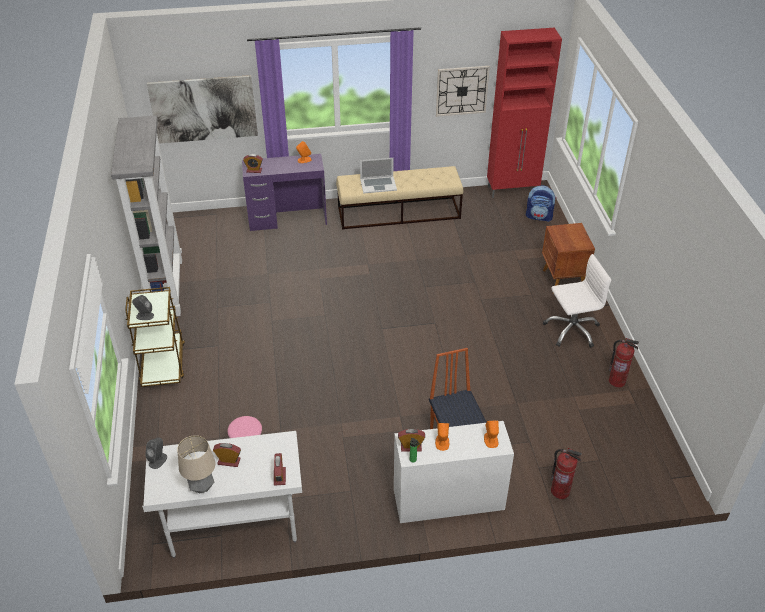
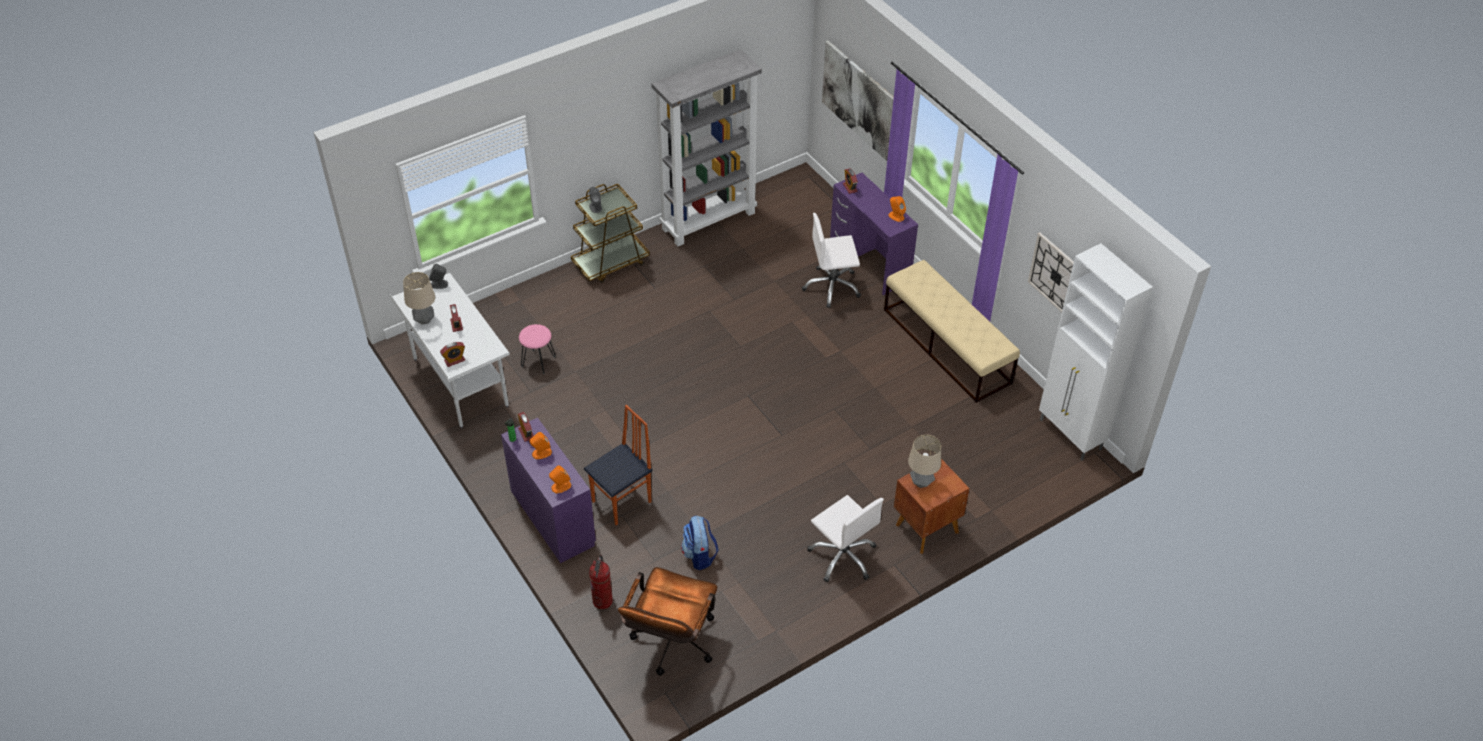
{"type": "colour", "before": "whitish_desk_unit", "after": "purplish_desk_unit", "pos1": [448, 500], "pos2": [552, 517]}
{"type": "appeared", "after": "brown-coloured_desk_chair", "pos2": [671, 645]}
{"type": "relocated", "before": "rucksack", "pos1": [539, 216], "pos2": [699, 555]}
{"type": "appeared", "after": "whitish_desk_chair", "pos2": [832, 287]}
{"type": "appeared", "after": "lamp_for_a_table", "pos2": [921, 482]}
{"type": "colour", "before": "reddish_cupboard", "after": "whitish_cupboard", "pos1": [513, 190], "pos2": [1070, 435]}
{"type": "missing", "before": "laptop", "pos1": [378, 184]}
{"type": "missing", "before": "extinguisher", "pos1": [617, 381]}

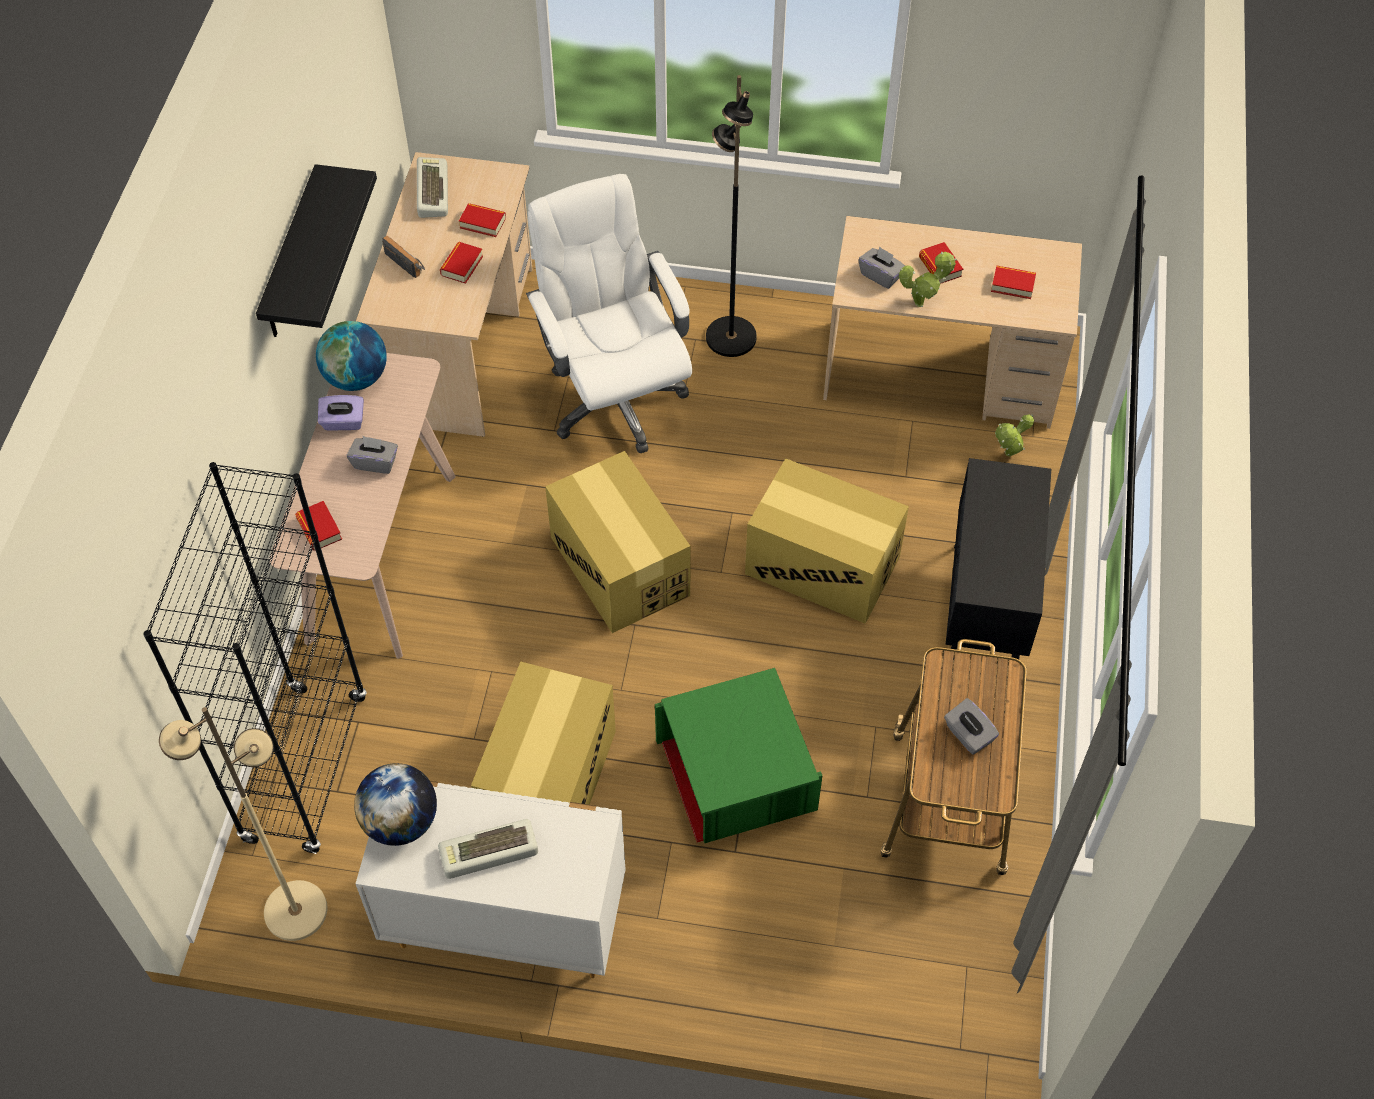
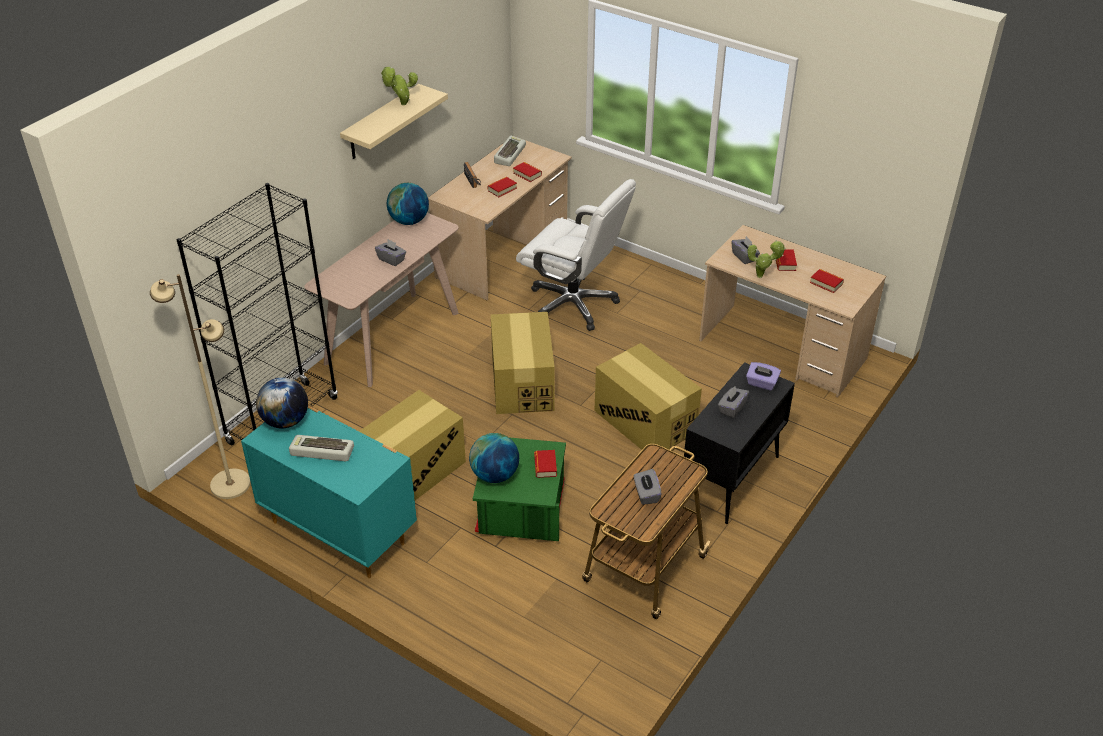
{"type": "colour", "before": "whitish_dresser", "after": "turquoise-coloured_dresser", "pos1": [504, 921], "pos2": [338, 531]}
{"type": "colour", "before": "black_bracket_shelf", "after": "beige-coloured_bracket_shelf", "pos1": [291, 257], "pos2": [382, 123]}
{"type": "relocated", "before": "plant_in_a_pot", "pos1": [1007, 455], "pos2": [401, 104]}
{"type": "appeared", "after": "globe", "pos2": [494, 475]}
{"type": "spun", "before": "whitish_desk_chair", "pos1": [614, 398], "pos2": [573, 304], "turn": 120}
{"type": "relocated", "before": "volume", "pos1": [319, 529], "pos2": [545, 466]}
{"type": "appeared", "after": "grey_tissue_holder", "pos2": [732, 408]}
{"type": "relocated", "before": "purplish_tissue_holder", "pos1": [343, 422], "pos2": [761, 383]}
{"type": "missing", "before": "black_standing_lamp", "pos1": [730, 338]}

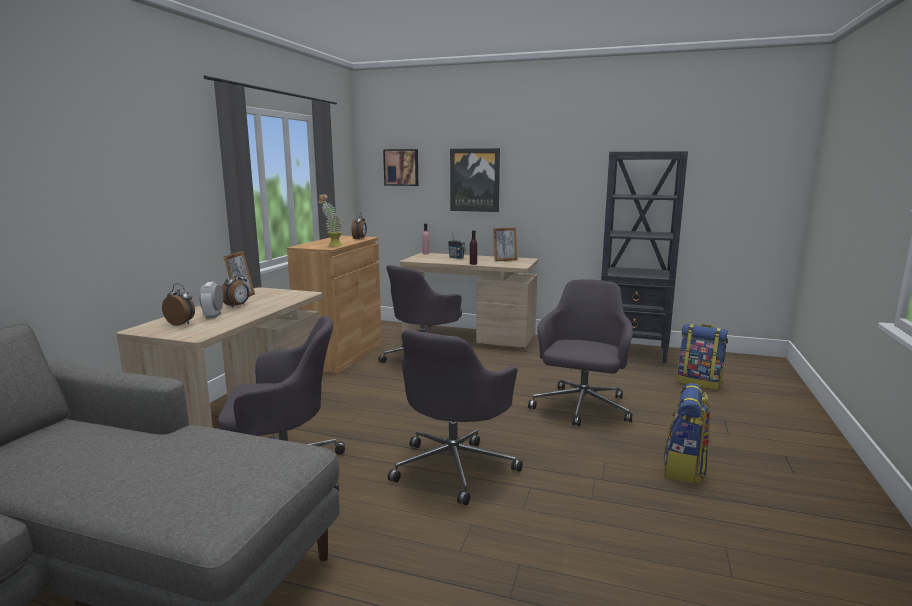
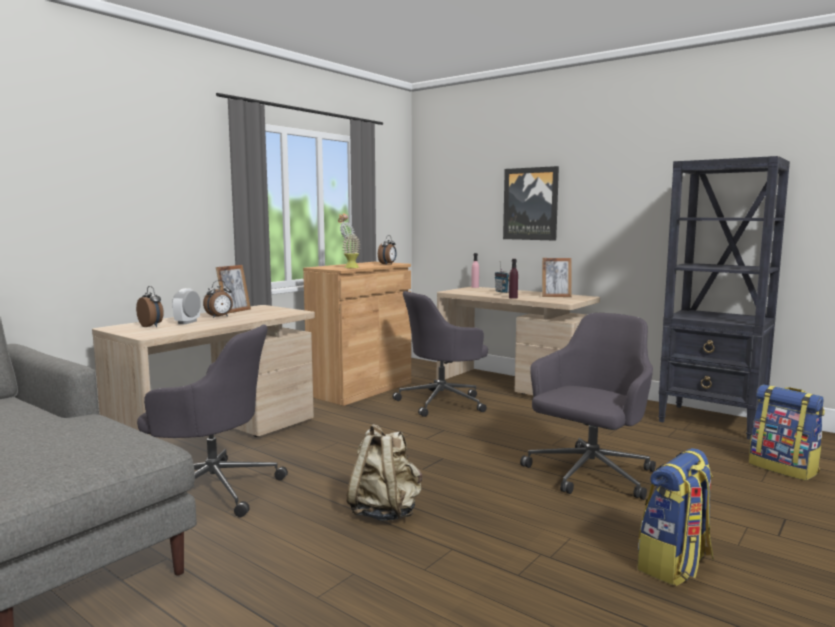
{"type": "exchanged", "before": "grey_desk_chair", "after": "beige-coloured_rucksack", "pos1": [455, 467], "pos2": [385, 512]}
{"type": "missing", "before": "wall_picture", "pos1": [401, 167]}

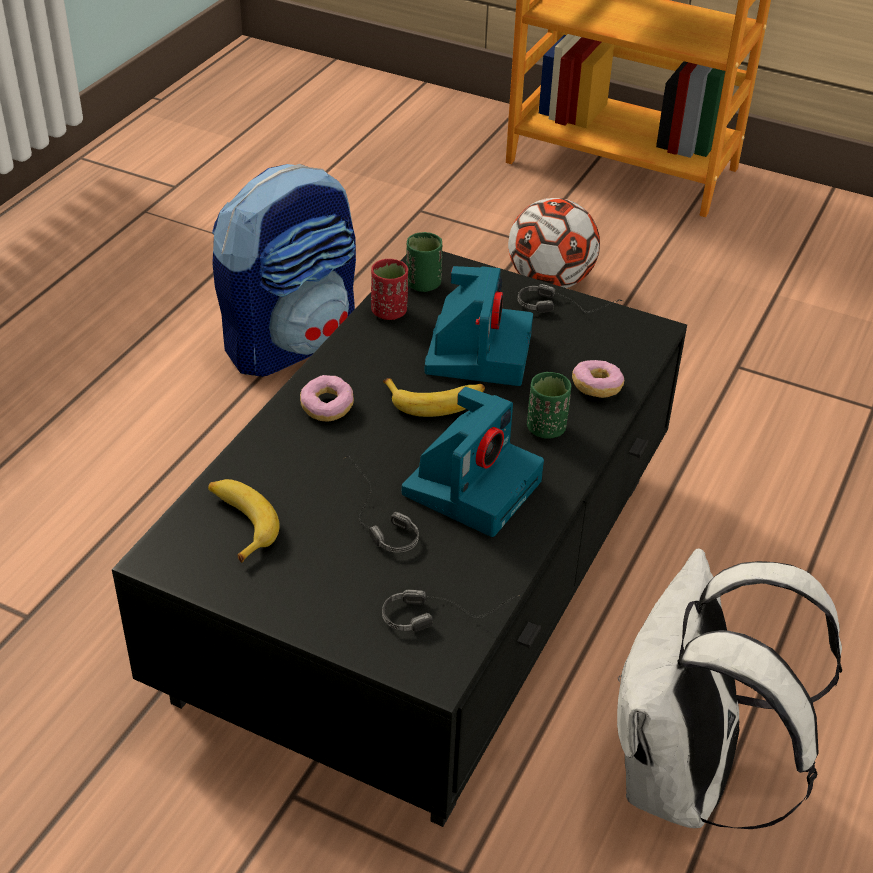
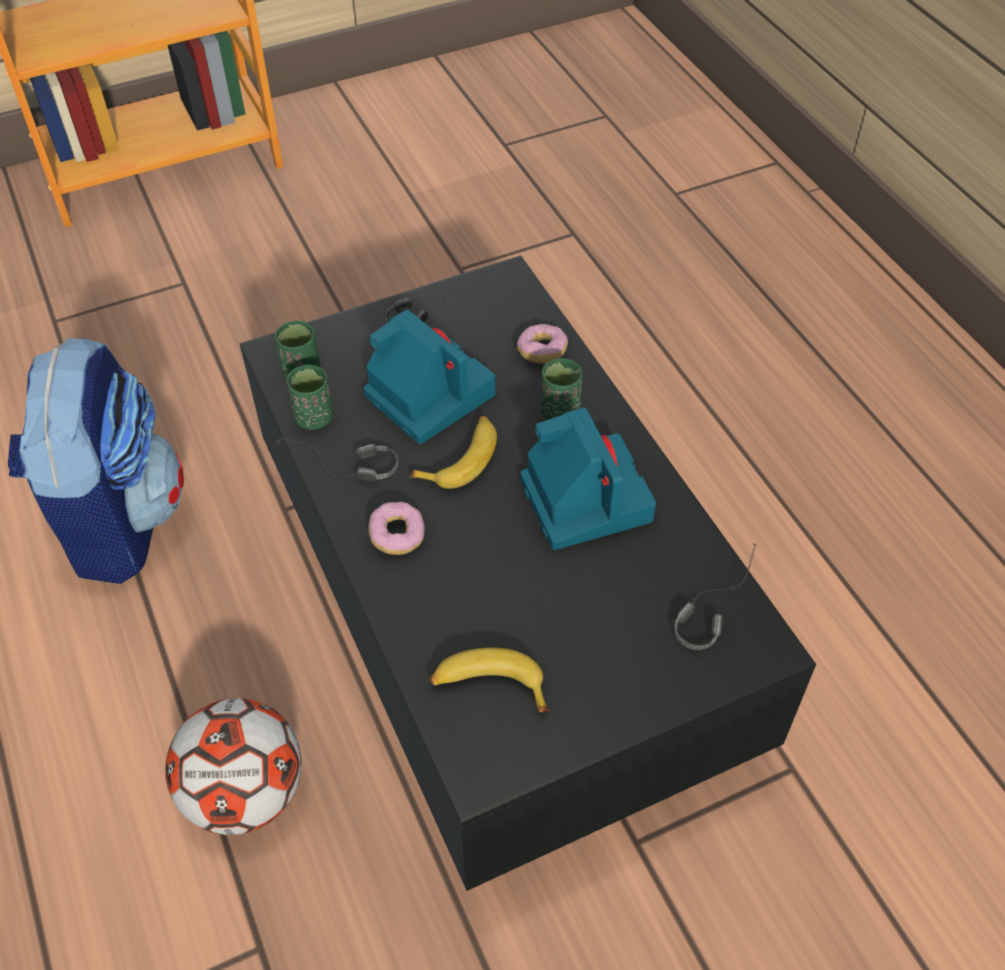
{"type": "relocated", "before": "football", "pos1": [550, 281], "pos2": [246, 793]}
{"type": "relocated", "before": "headset", "pos1": [371, 518], "pos2": [339, 469]}
{"type": "colour", "before": "reddish_small_cup", "after": "greenish_small_cup", "pos1": [389, 312], "pos2": [314, 418]}
{"type": "missing", "before": "whitish_rucksack", "pos1": [685, 780]}

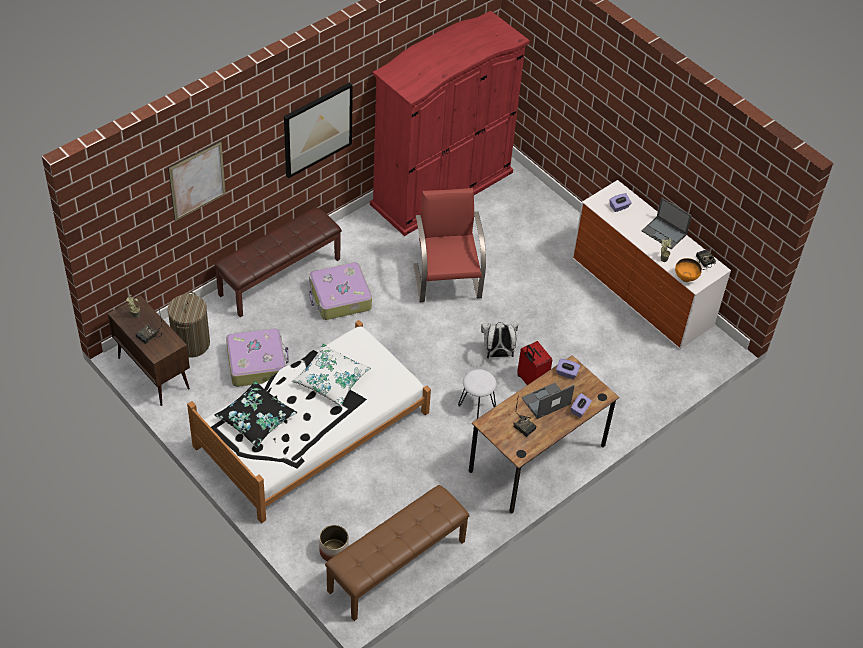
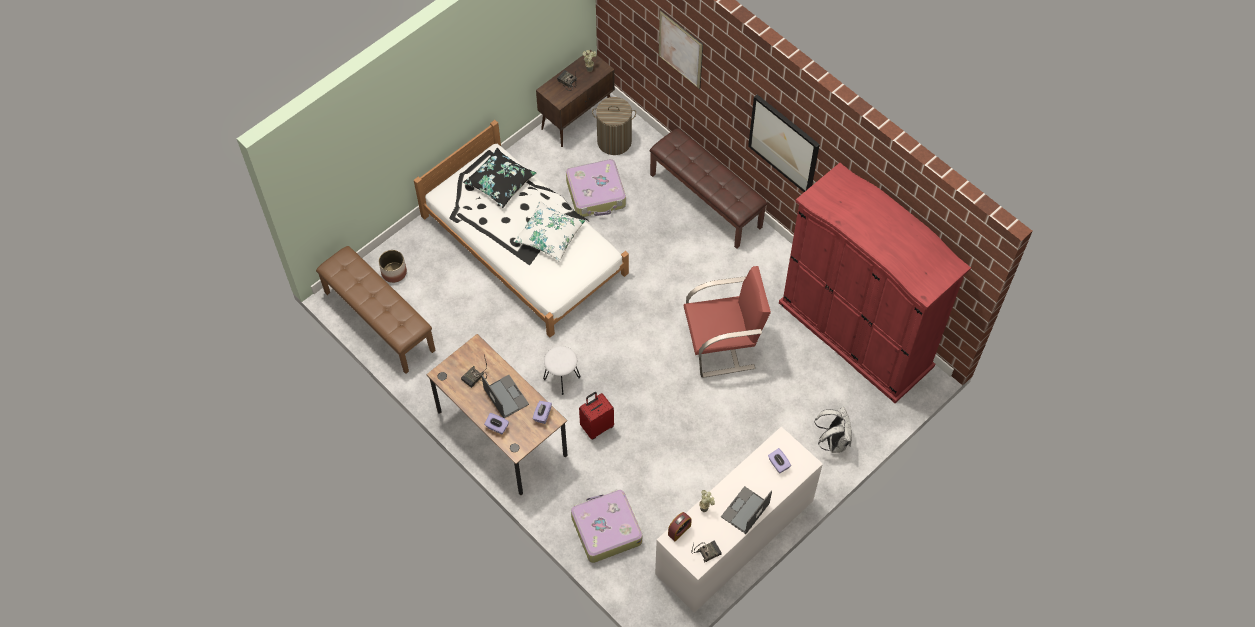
{"type": "relocated", "before": "suitcase", "pos1": [339, 298], "pos2": [605, 529]}
{"type": "exchanged", "before": "orange-coloured_deep_dish", "after": "alarm_clock", "pos1": [685, 278], "pos2": [679, 530]}
{"type": "relocated", "before": "whitish_rucksack", "pos1": [497, 354], "pos2": [833, 441]}

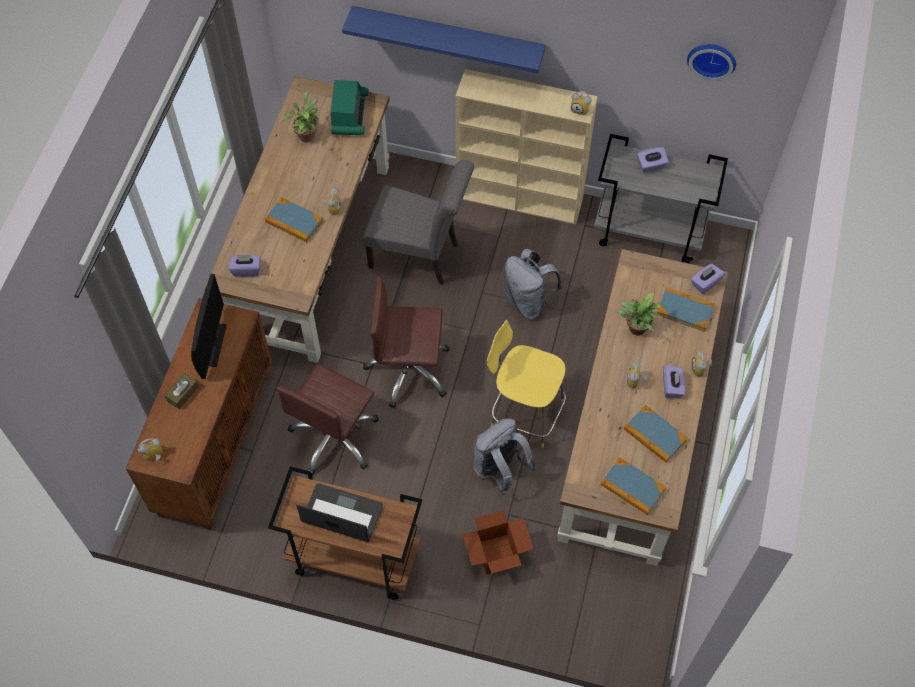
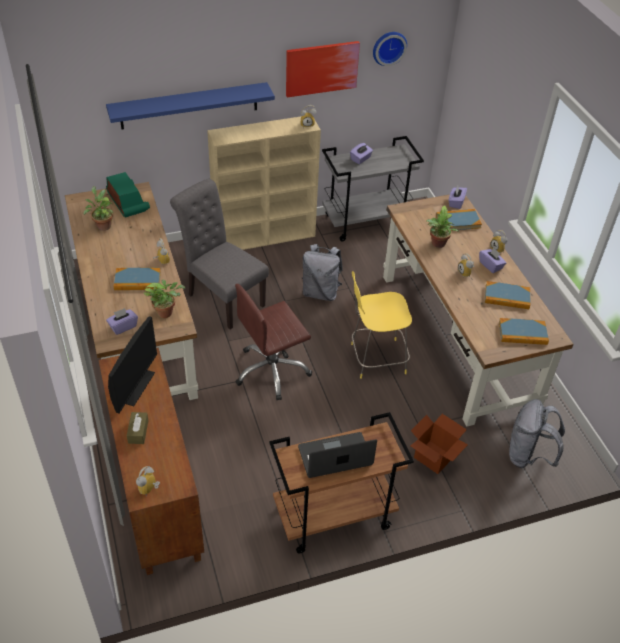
{"type": "spun", "before": "computer_screen", "pos1": [210, 344], "pos2": [135, 386], "turn": 45}
{"type": "appeared", "after": "plant_in_a_pot", "pos2": [166, 312]}
{"type": "spun", "before": "grey_chair", "pos1": [419, 256], "pos2": [222, 298], "turn": -120}
{"type": "appeared", "after": "wall_picture", "pos2": [321, 68]}
{"type": "relocated", "before": "grey_rucksack", "pos1": [500, 470], "pos2": [528, 455]}
{"type": "missing", "before": "brown-coloured_desk_chair", "pos1": [335, 437]}

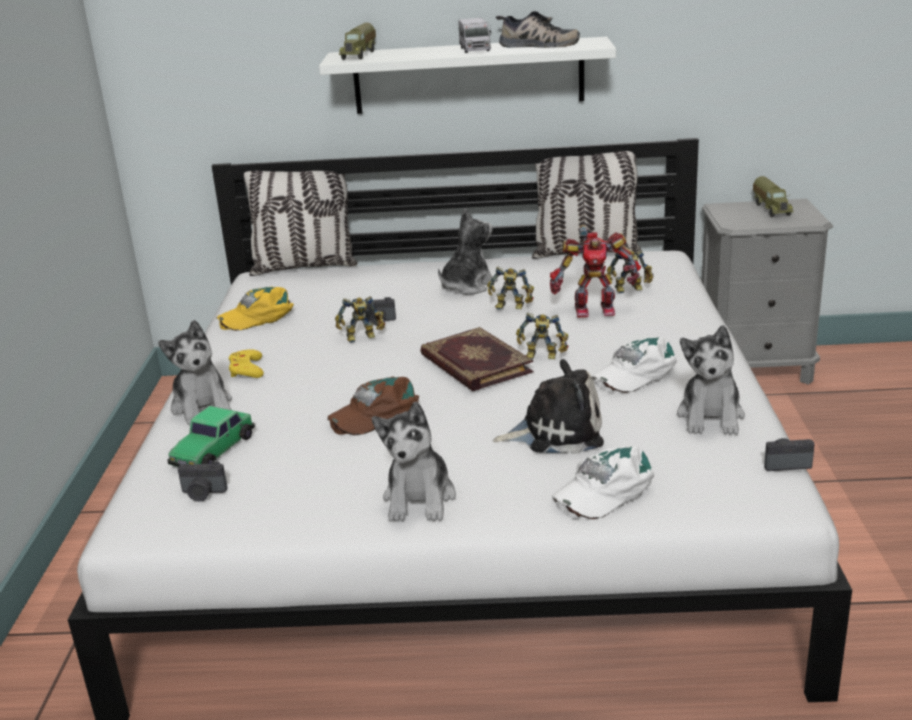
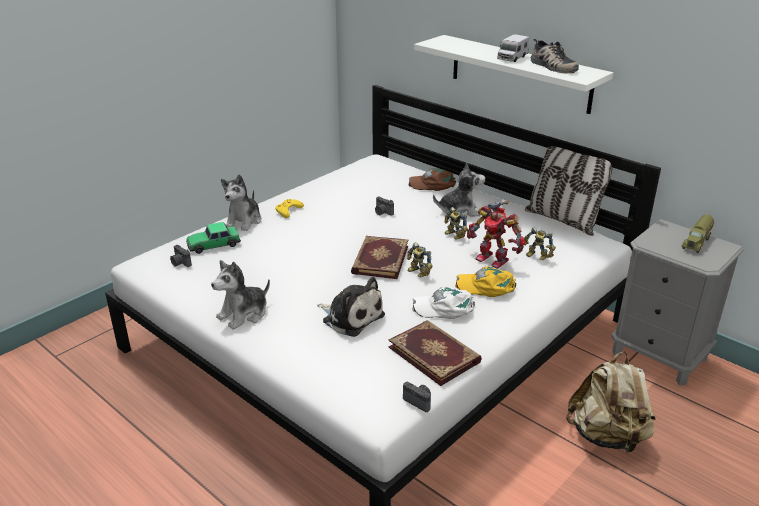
{"type": "exchanged", "before": "soft_toy", "after": "volume", "pos1": [711, 416], "pos2": [435, 354]}
{"type": "relocated", "before": "brown-coloured_baseball_cap", "pos1": [375, 414], "pos2": [433, 184]}
{"type": "relocated", "before": "yellowish_baseball_cap", "pos1": [258, 316], "pos2": [486, 286]}
{"type": "appeared", "after": "beige-coloured_rucksack", "pos2": [607, 436]}
{"type": "missing", "before": "cushion", "pos1": [304, 267]}
{"type": "missing", "before": "model_robot", "pos1": [362, 338]}
{"type": "missing", "before": "toy_lorry", "pos1": [360, 55]}
{"type": "missing", "before": "whitish_baseball_cap", "pos1": [603, 490]}

